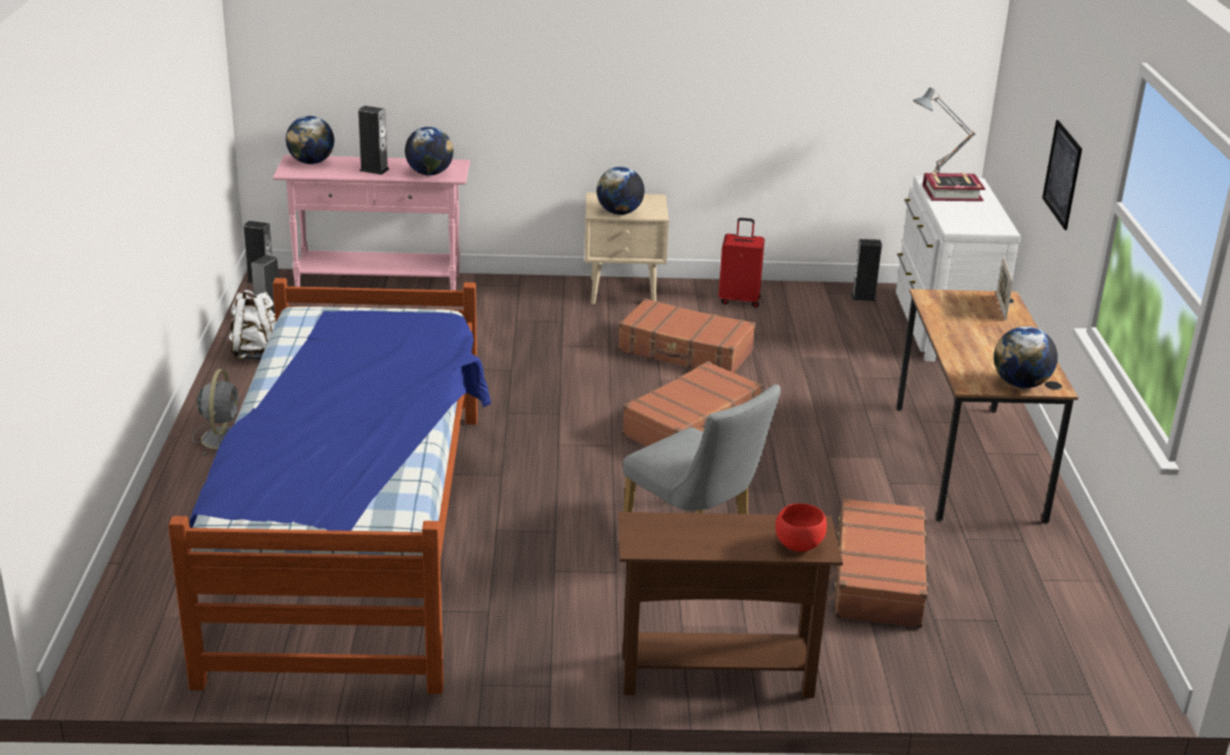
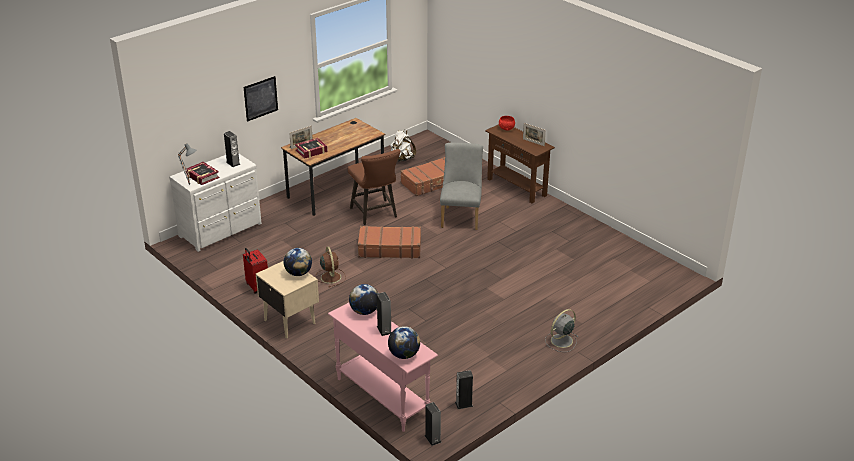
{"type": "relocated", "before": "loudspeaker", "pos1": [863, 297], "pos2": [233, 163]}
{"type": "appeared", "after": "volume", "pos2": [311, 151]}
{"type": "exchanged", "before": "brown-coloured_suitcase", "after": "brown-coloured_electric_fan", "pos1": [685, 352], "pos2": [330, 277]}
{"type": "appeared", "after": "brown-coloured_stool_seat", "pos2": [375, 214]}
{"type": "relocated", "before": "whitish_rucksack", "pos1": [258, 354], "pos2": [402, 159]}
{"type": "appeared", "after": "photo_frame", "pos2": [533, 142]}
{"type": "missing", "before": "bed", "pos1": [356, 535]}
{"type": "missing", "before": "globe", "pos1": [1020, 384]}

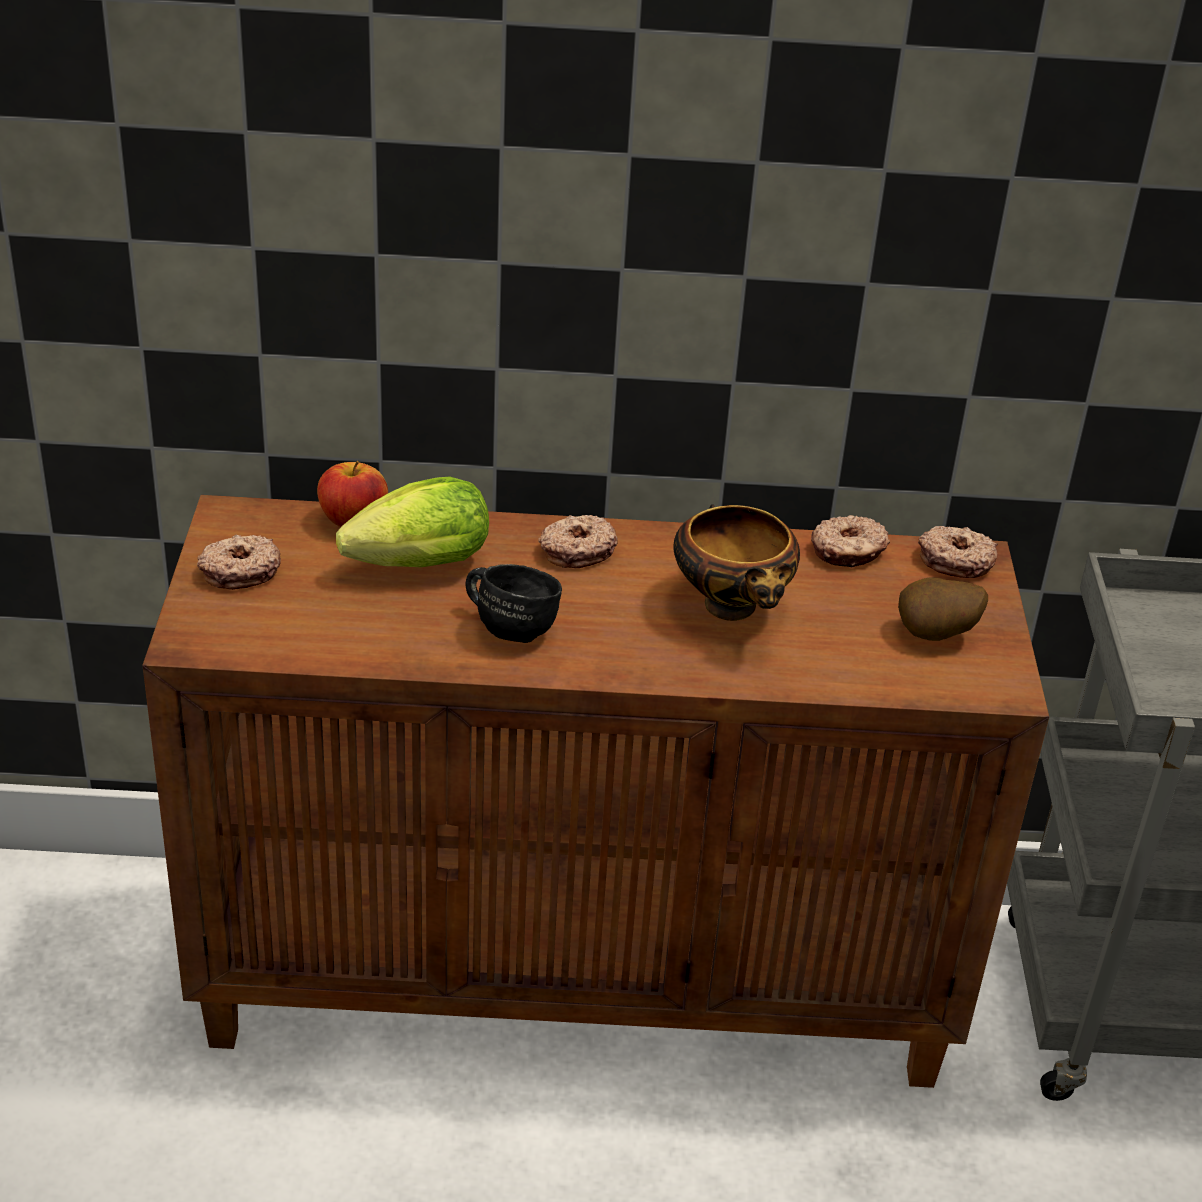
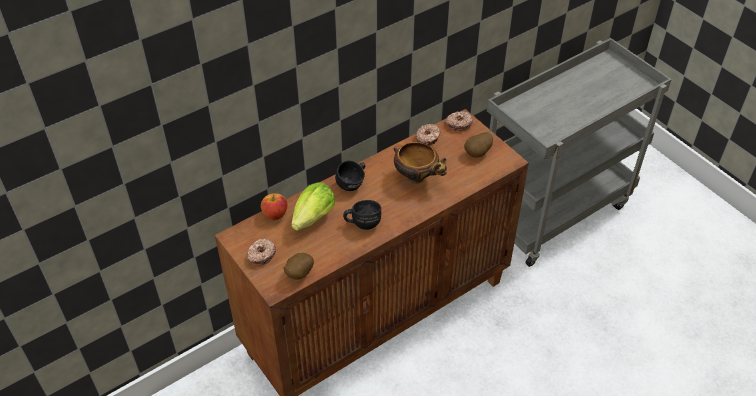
{"type": "appeared", "after": "spud", "pos2": [298, 274]}
{"type": "exchanged", "before": "doughnut", "after": "black_mug", "pos1": [577, 550], "pos2": [353, 184]}

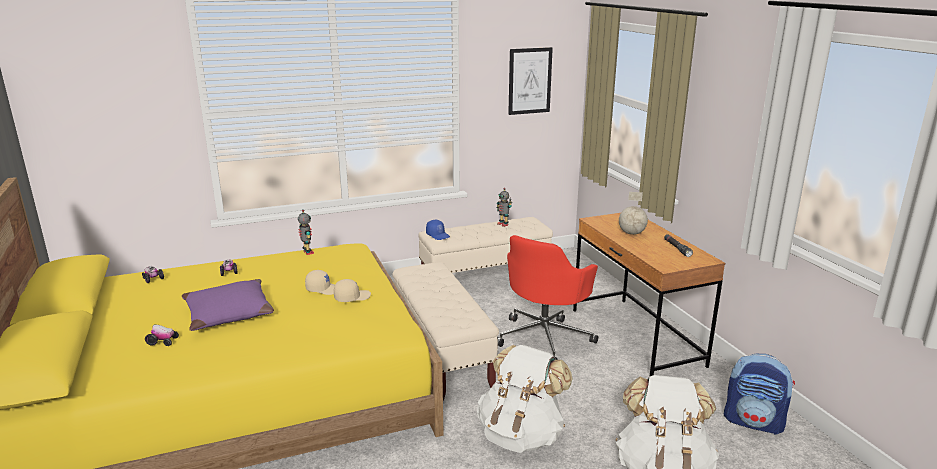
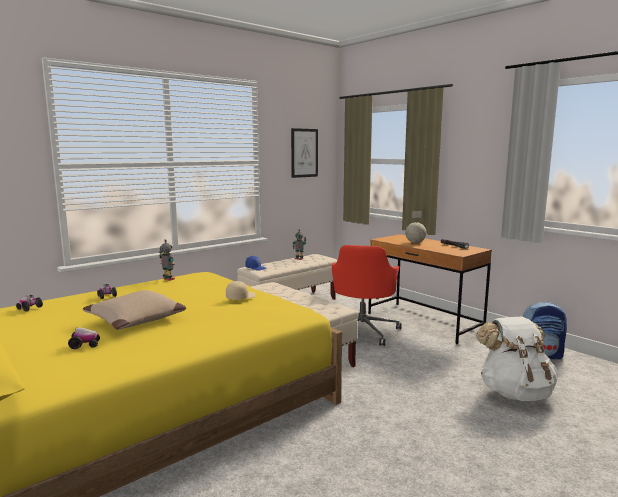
{"type": "colour", "before": "purplish_cushion", "after": "beige-coloured_cushion", "pos1": [229, 314], "pos2": [136, 319]}
{"type": "missing", "before": "beige-coloured_baseball_cap", "pos1": [323, 289]}
{"type": "missing", "before": "whitish_rucksack", "pos1": [521, 435]}

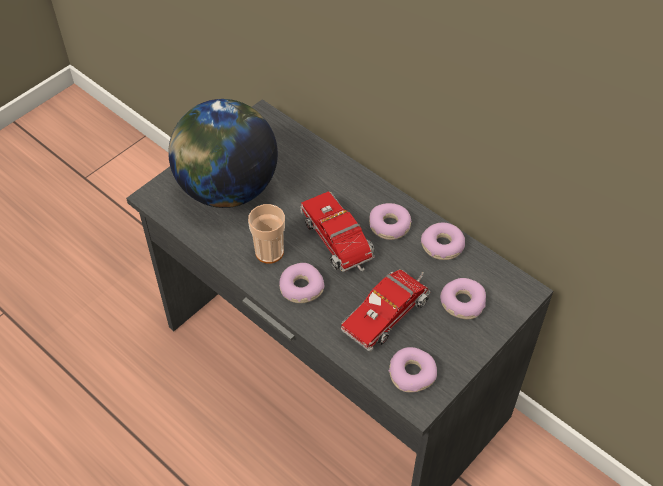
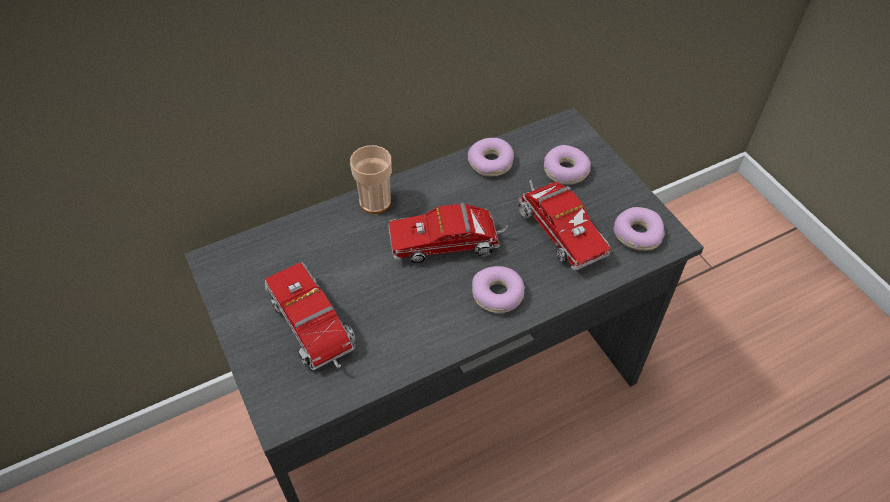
{"type": "exchanged", "before": "globe", "after": "toy_lorry", "pos1": [227, 189], "pos2": [314, 328]}
{"type": "relocated", "before": "small_cup", "pos1": [269, 252], "pos2": [375, 202]}
{"type": "missing", "before": "doughnut", "pos1": [389, 226]}

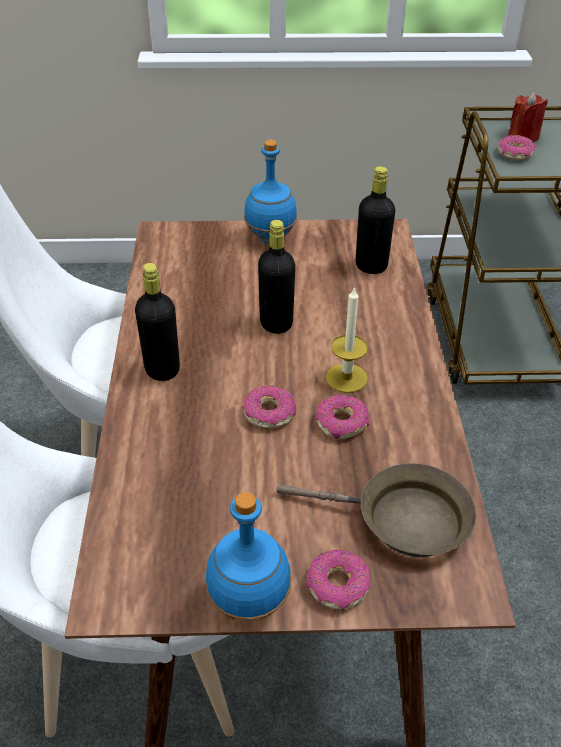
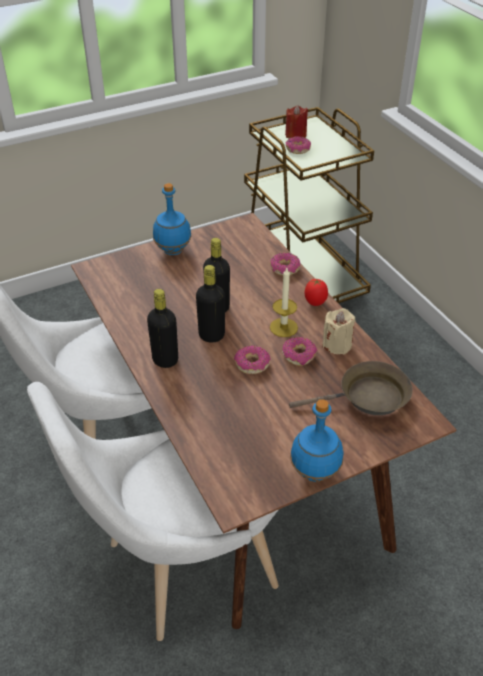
{"type": "relocated", "before": "black_bottle", "pos1": [371, 266], "pos2": [211, 335]}
{"type": "relocated", "before": "doughnut", "pos1": [337, 586], "pos2": [284, 269]}
{"type": "appeared", "after": "tomato", "pos2": [315, 303]}
{"type": "appeared", "after": "beige-coloured_candle", "pos2": [337, 344]}

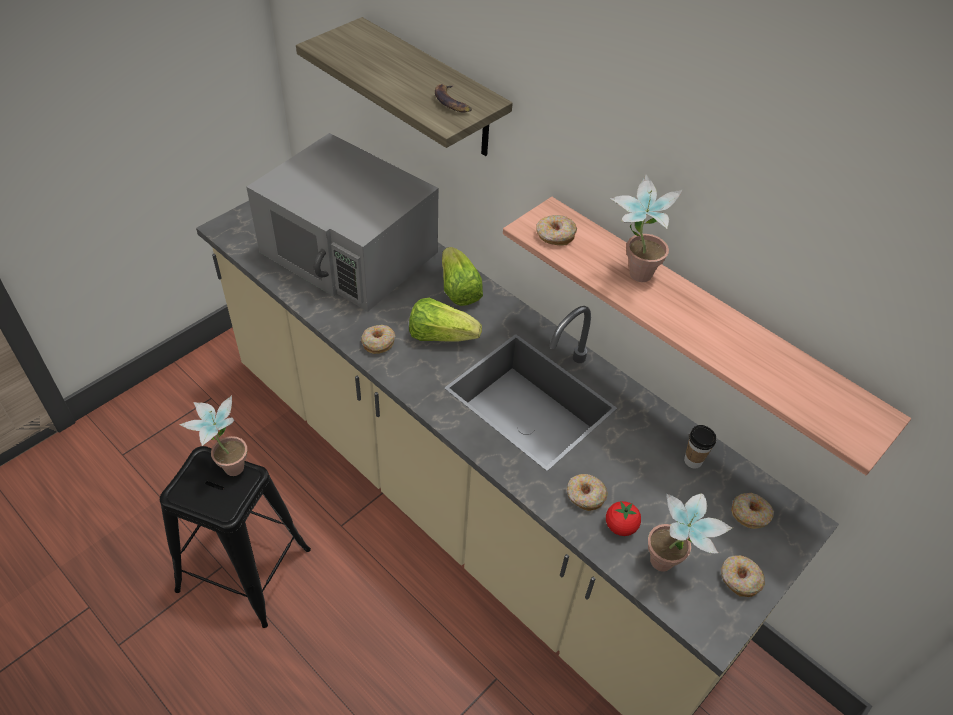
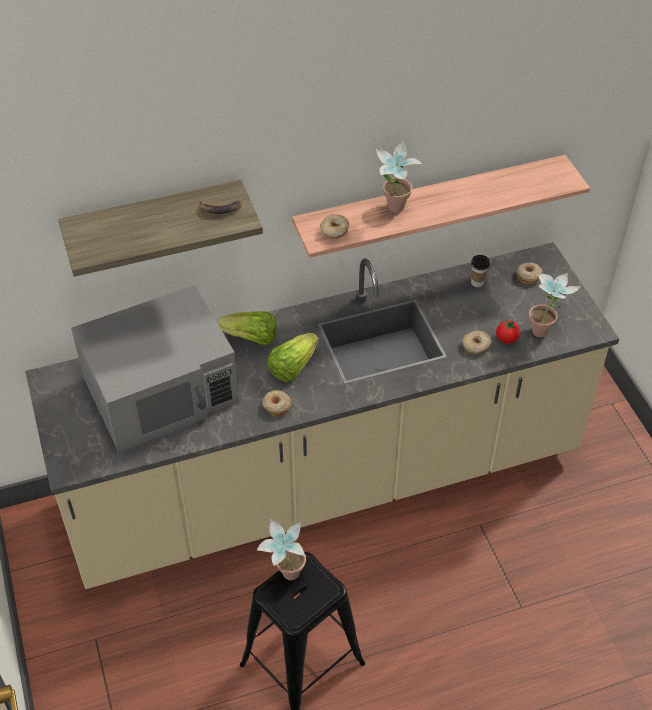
{"type": "missing", "before": "doughnut", "pos1": [739, 579]}

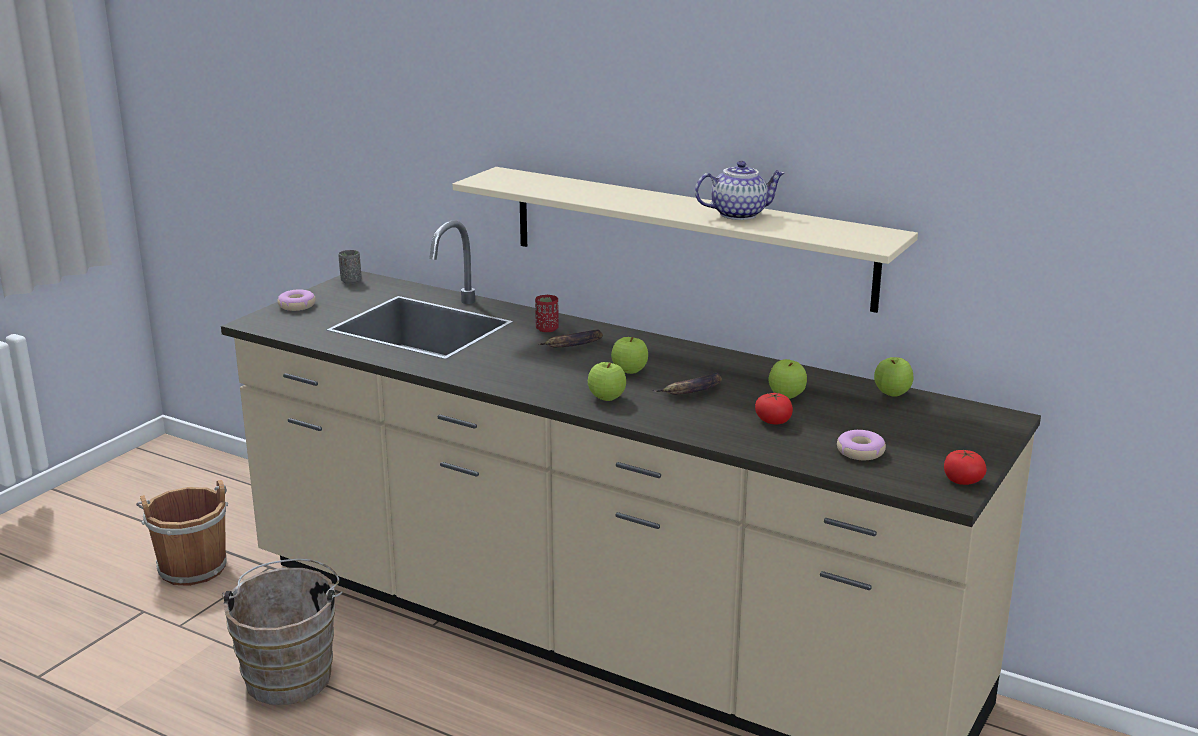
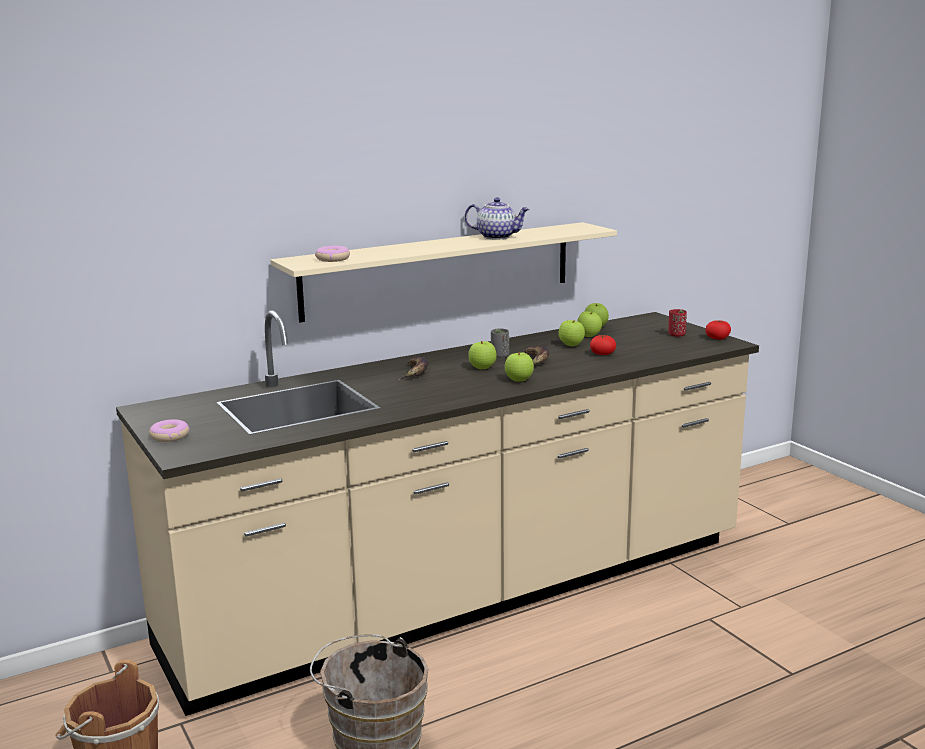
{"type": "relocated", "before": "doughnut", "pos1": [860, 452], "pos2": [332, 259]}
{"type": "spun", "before": "teapot", "pos1": [738, 214], "pos2": [497, 237], "turn": 90}
{"type": "relocated", "before": "grey_small_cup", "pos1": [351, 281], "pos2": [500, 356]}
{"type": "appeared", "after": "apple_fruit", "pos2": [589, 336]}
{"type": "relocated", "before": "reddish_small_cup", "pos1": [547, 329], "pos2": [676, 335]}

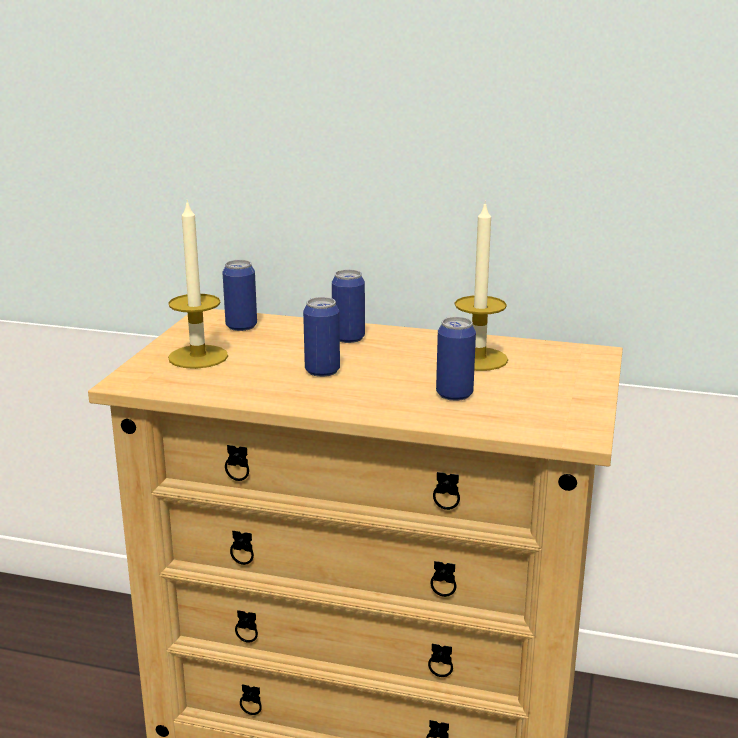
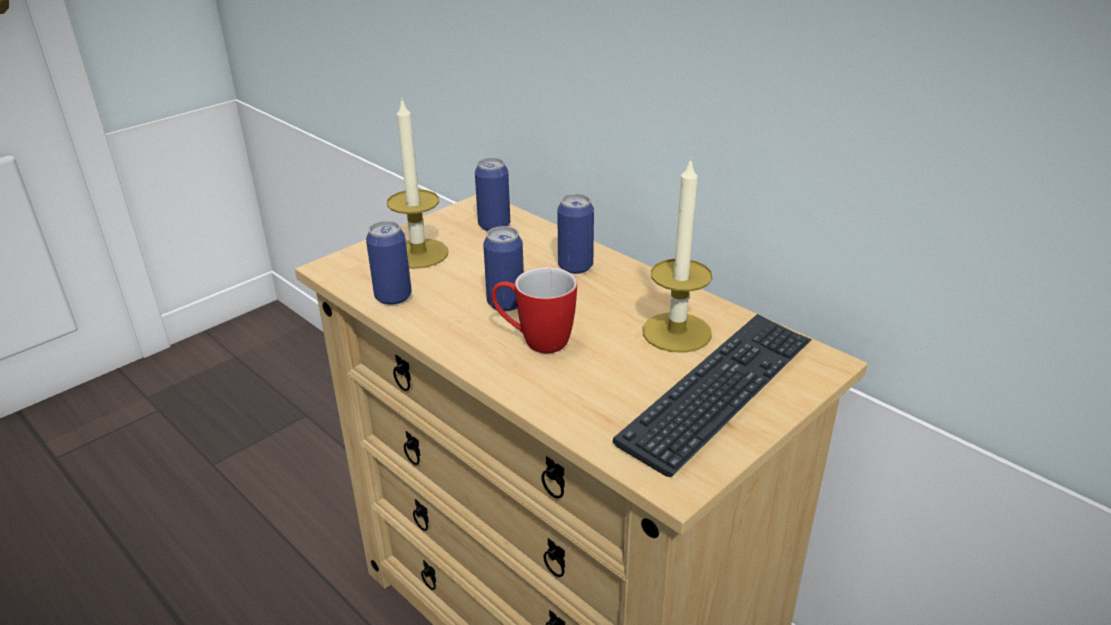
{"type": "relocated", "before": "sealed_can", "pos1": [454, 394], "pos2": [393, 297]}
{"type": "appeared", "after": "mug", "pos2": [534, 341]}
{"type": "appeared", "after": "keyboard", "pos2": [719, 392]}

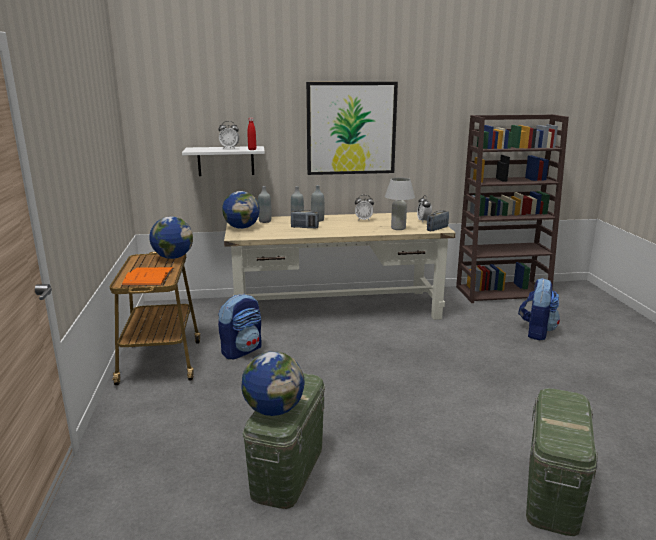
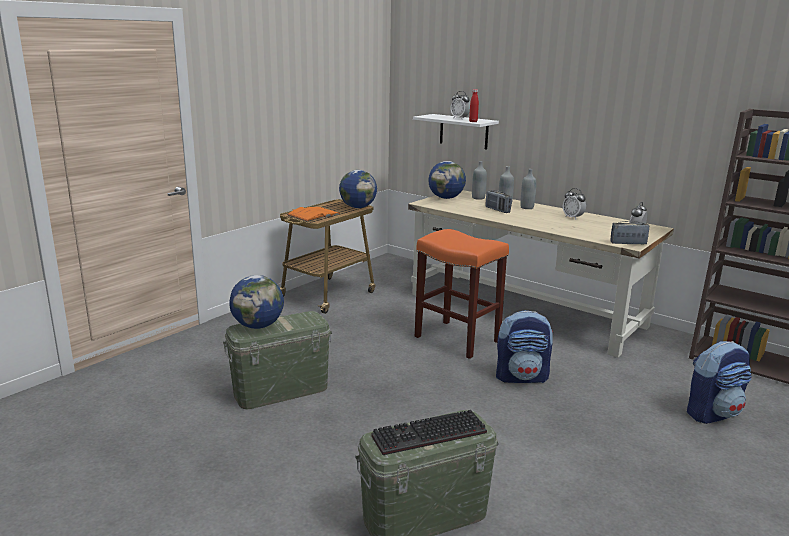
{"type": "appeared", "after": "keyboard", "pos2": [428, 436]}
{"type": "appeared", "after": "orange-coloured_stool_seat", "pos2": [456, 339]}
{"type": "relocated", "before": "rucksack", "pos1": [242, 350], "pos2": [521, 377]}
{"type": "missing", "before": "wall_picture", "pos1": [351, 128]}
{"type": "missing", "before": "whitish_lamp_for_a_table", "pos1": [398, 228]}

